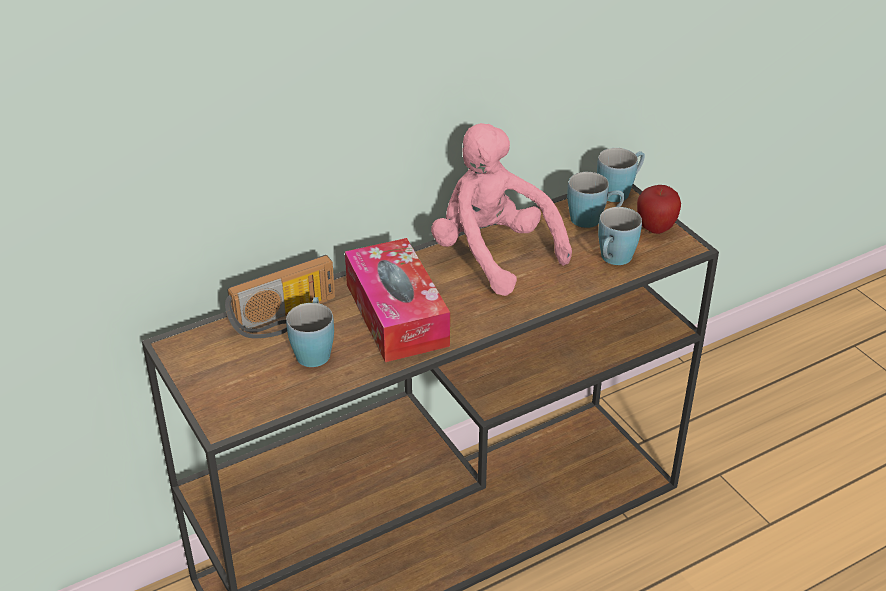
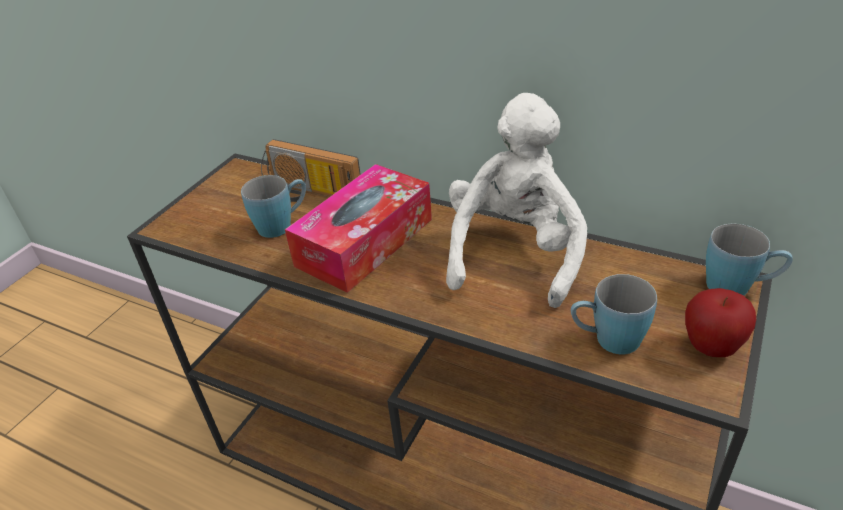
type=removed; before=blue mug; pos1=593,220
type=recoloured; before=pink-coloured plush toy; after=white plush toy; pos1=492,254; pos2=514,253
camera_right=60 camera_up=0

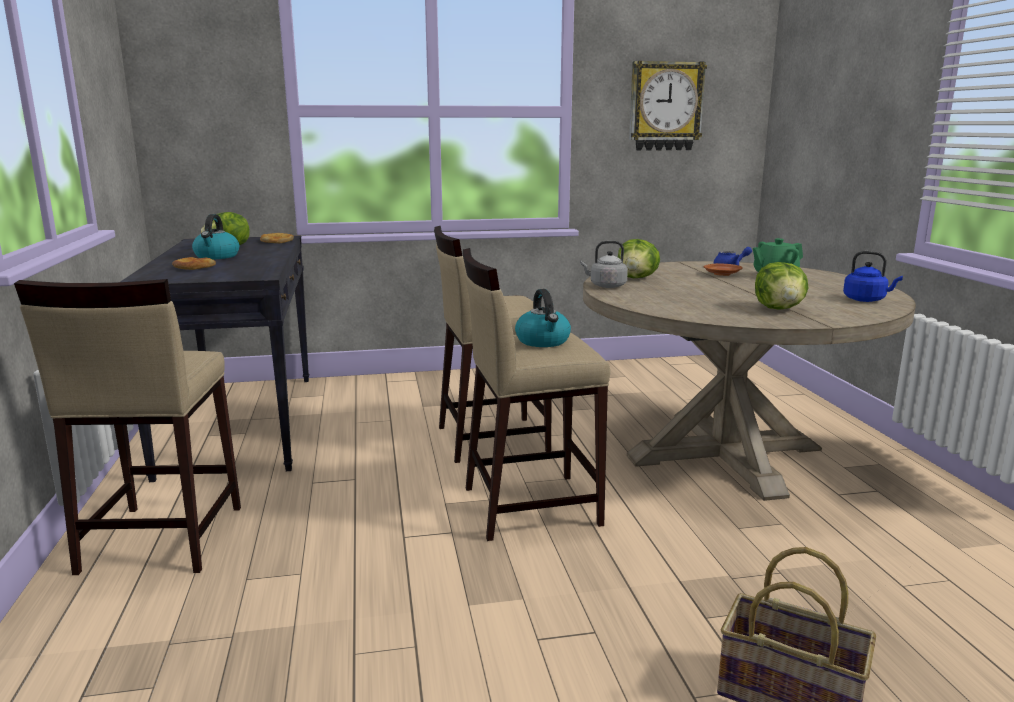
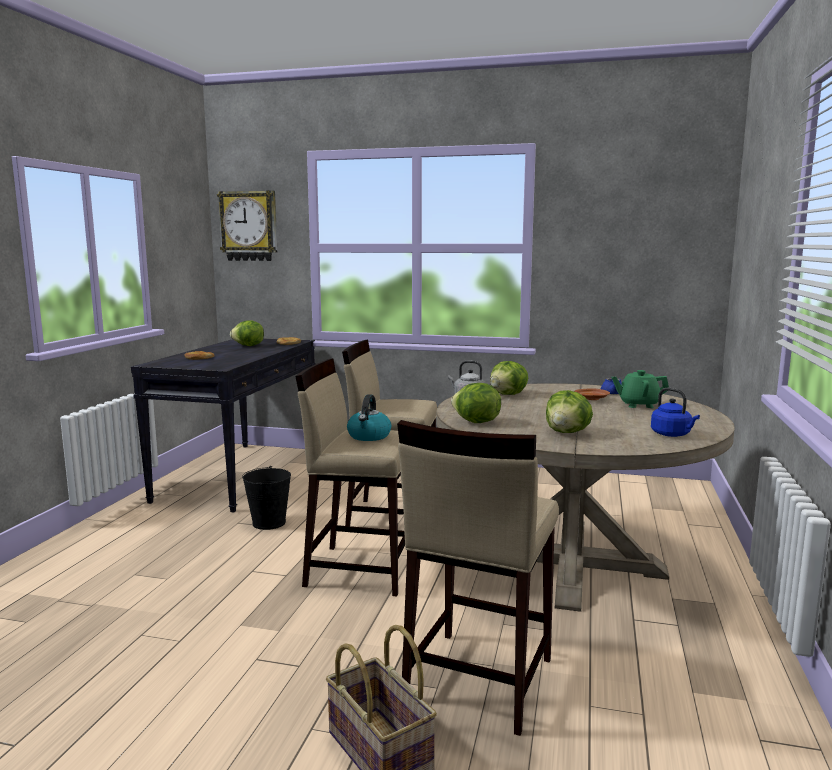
type=removed; before=tea kettle; pos1=217,256
type=added; after=black pail; pos2=269,523
type=added; after=head of lettuce; pos2=476,422
type=moved; before=beige-coloured stool seat; pos1=160,539; pos2=477,680
type=moved; before=wall clock; pos1=665,106; pos2=249,226
camera_right=25 camera_up=-5

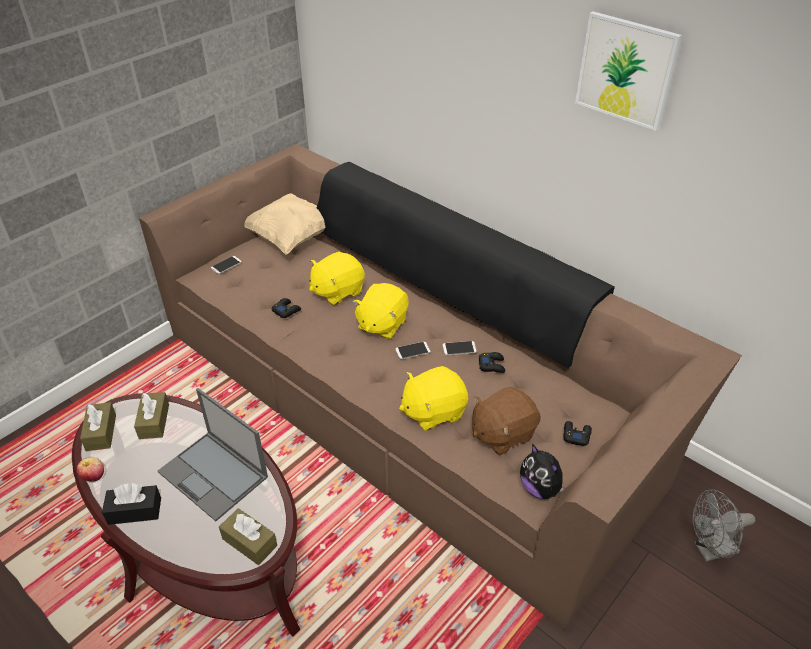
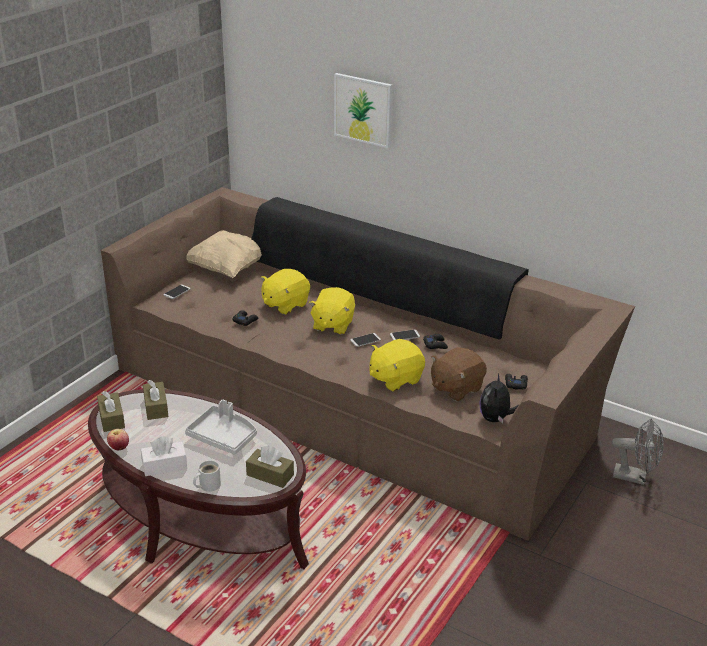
type=added; after=white mug; pos2=207,485
type=moved; before=wall picture; pos1=626,70; pos2=363,110
type=replaced; before=laptop; after=grey serving tray; pos1=214,475; pos2=223,437
type=recoloured; before=black tissue holder; after=white tissue holder; pos1=134,511; pos2=164,465
type=turned; before=plush toy; pos1=540,488; pos2=495,419; turn=60
type=turned; before=grey fan; pos1=710,550; pos2=635,477; turn=-135
camera_right=-10 camera_up=-10

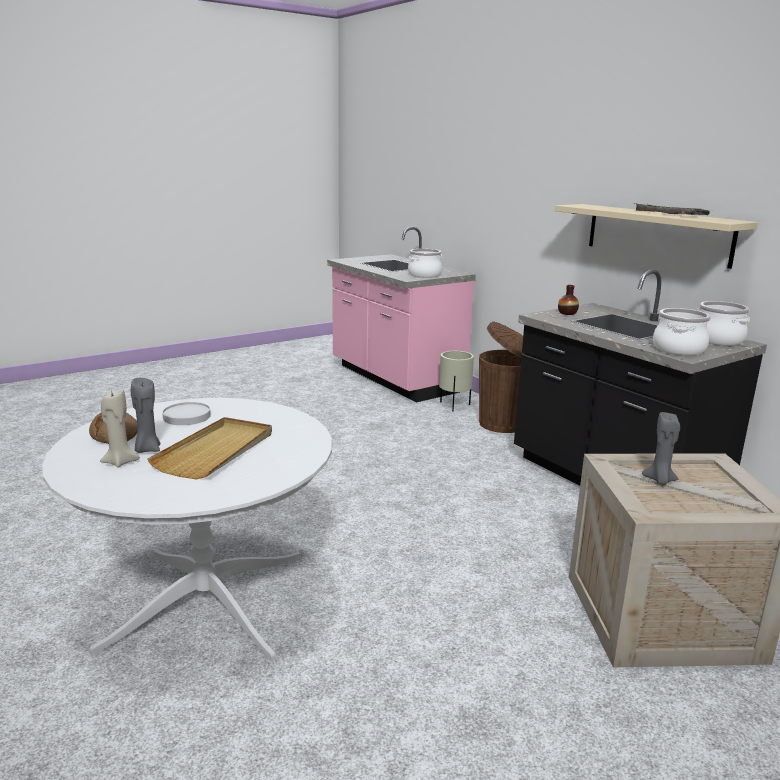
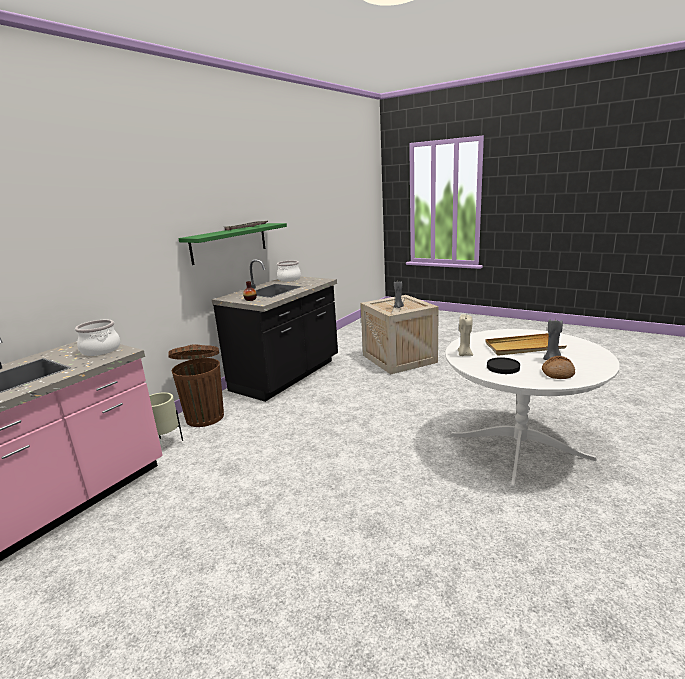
type=removed; before=cooking pot; pos1=679,349
type=moved; before=beige-coloured candle; pos1=120,462; pos2=464,354
type=recoloured; before=white flat dish; after=black flat dish; pos1=186,416; pos2=503,367
type=recoloured; before=beige-coloured shelf; after=green-coloured shelf; pos1=657,234; pos2=229,243
camera_right=-110 camera_up=0

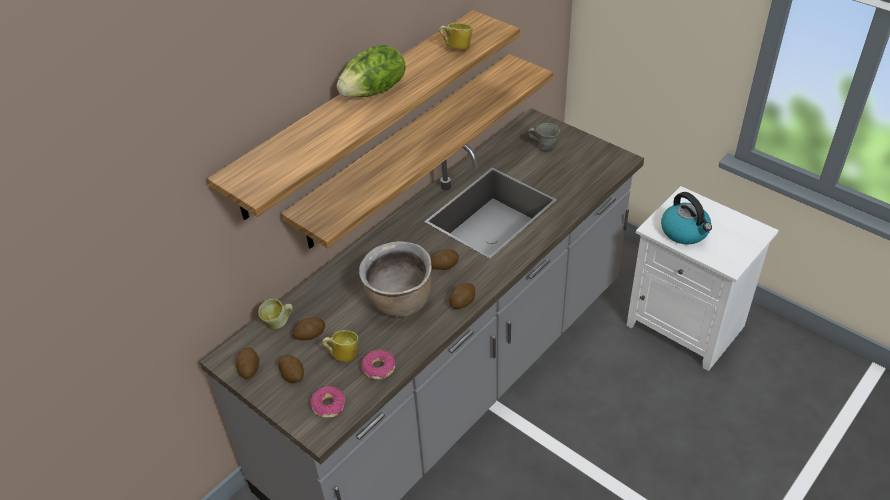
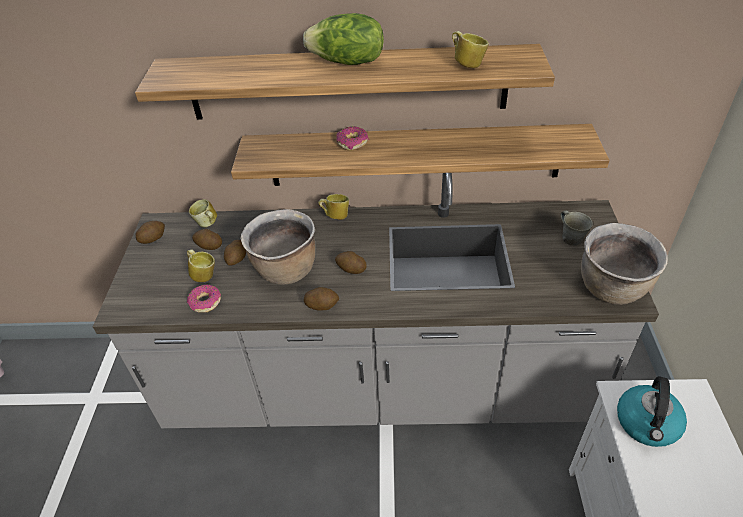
type=added; after=mug; pos2=335,216
type=added; after=brown cooking pot; pos2=612,289
type=moved; before=potato; pos1=293,375; pos2=237,259
type=moved; before=donut; pos1=329,405; pos2=352,143
camera_right=50 camera_up=0

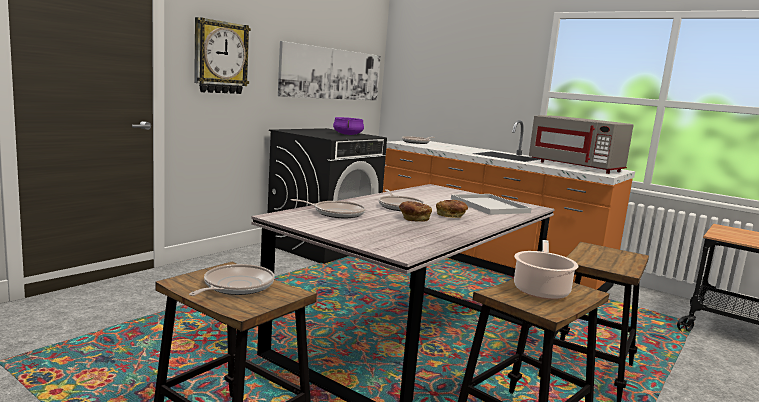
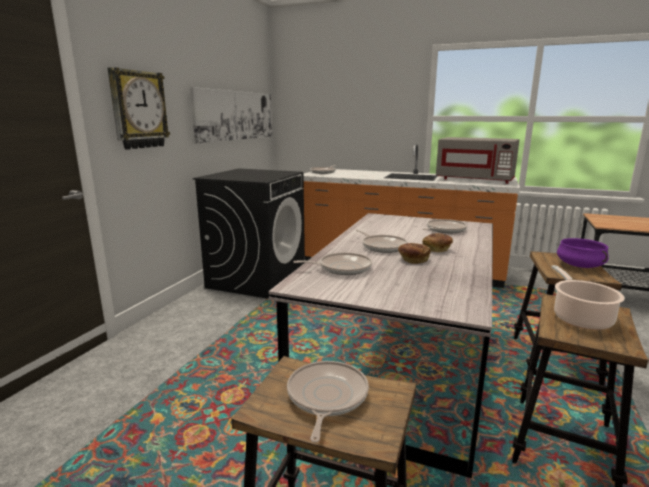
type=moved; before=purple-coloured cooking pot; pos1=348,134; pos2=580,265
type=replaced; before=white serving tray; after=frying pan; pos1=488,205; pos2=444,230
camera_right=-15 camera_up=5

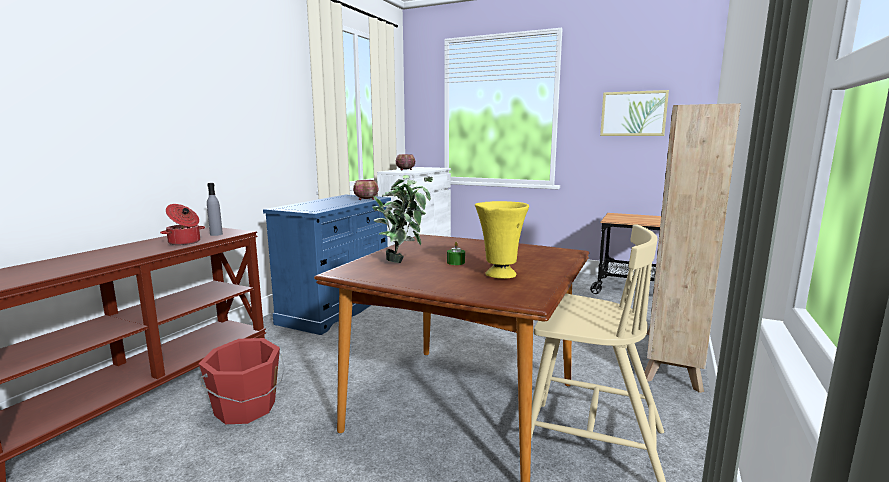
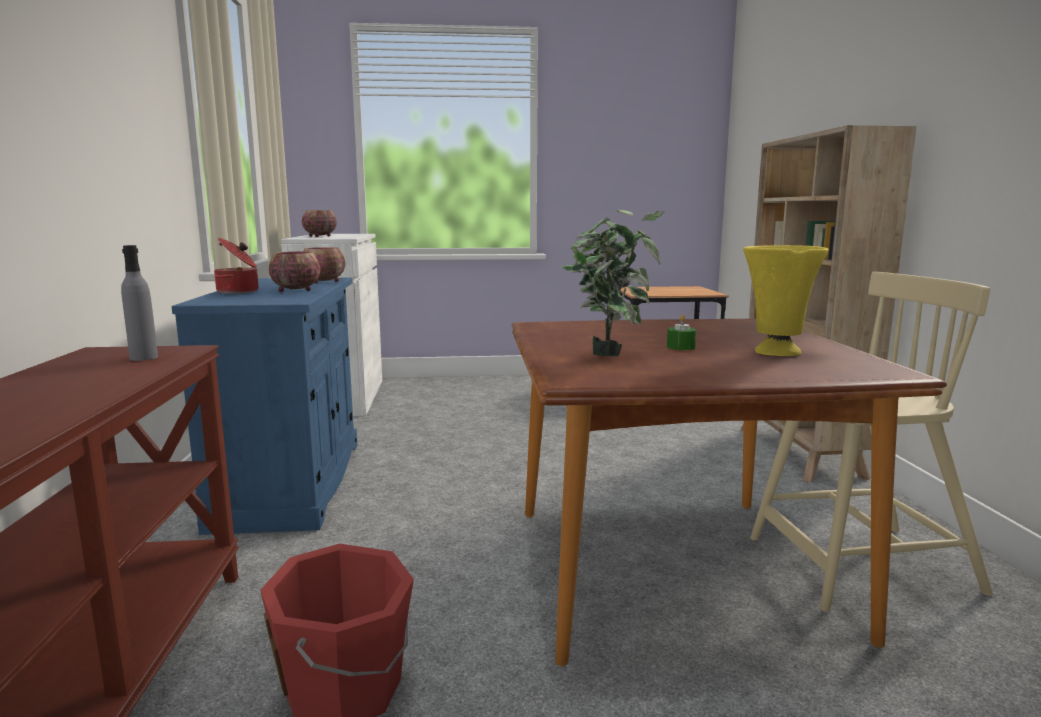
type=removed; before=wall picture; pos1=633,113
type=added; after=serving bowl; pos2=295,290
type=moved; before=cooking pot; pos1=185,242; pos2=239,291
camera_right=-30 camera_up=0

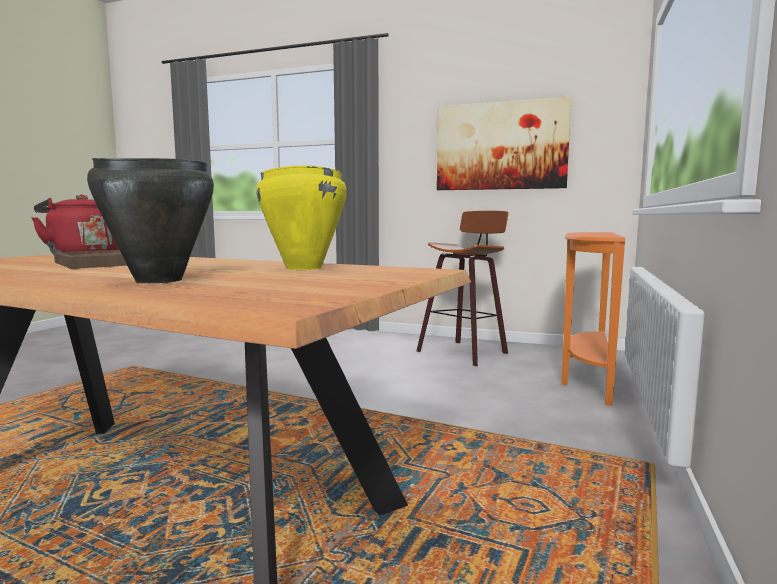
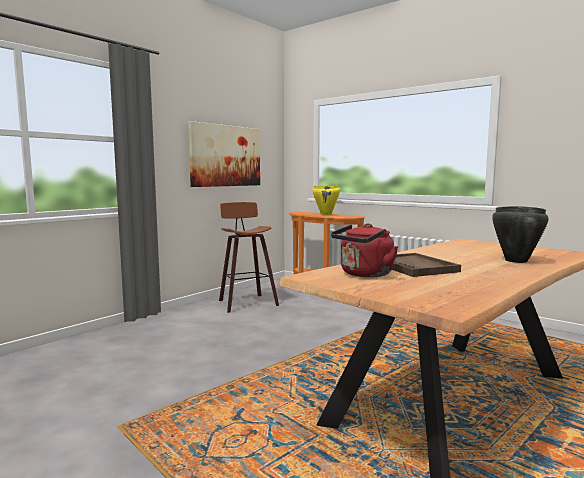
type=moved; before=yellowish cooking pot; pos1=303,268; pos2=326,214
camera_right=-70 camera_up=0

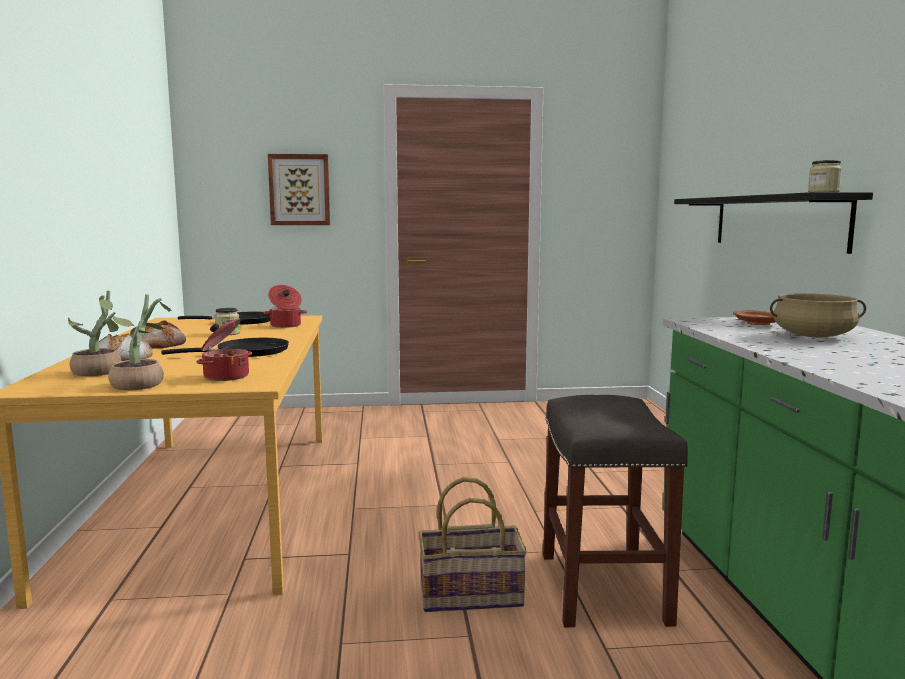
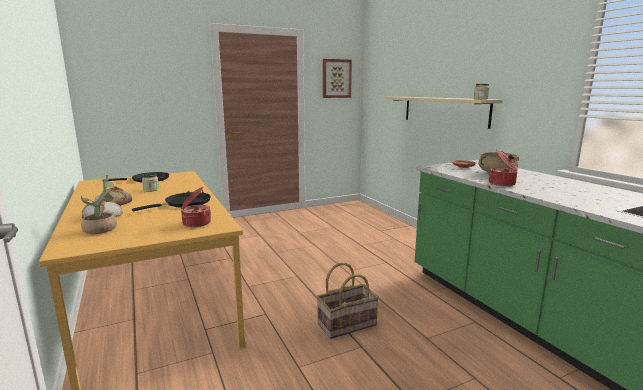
type=removed; before=potted plant; pos1=143,384
type=removed; before=grey stool seat; pos1=605,589
type=moved; before=cooking pot; pos1=285,325; pos2=502,184
type=moved; before=wall picture; pos1=299,190; pos2=336,78
type=recoloured; before=black shelf; after=beige-coloured shelf; pos1=776,222; pos2=444,110
camera_right=-20 camera_up=5

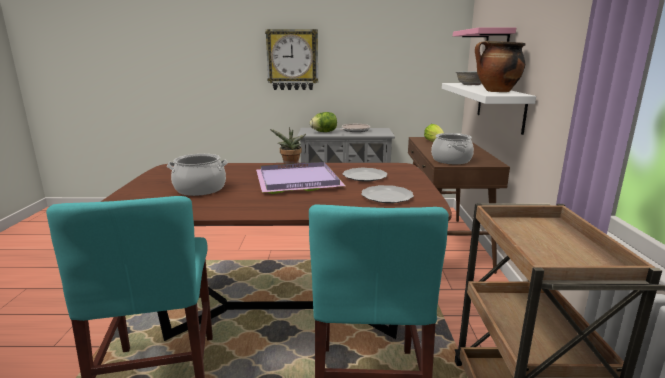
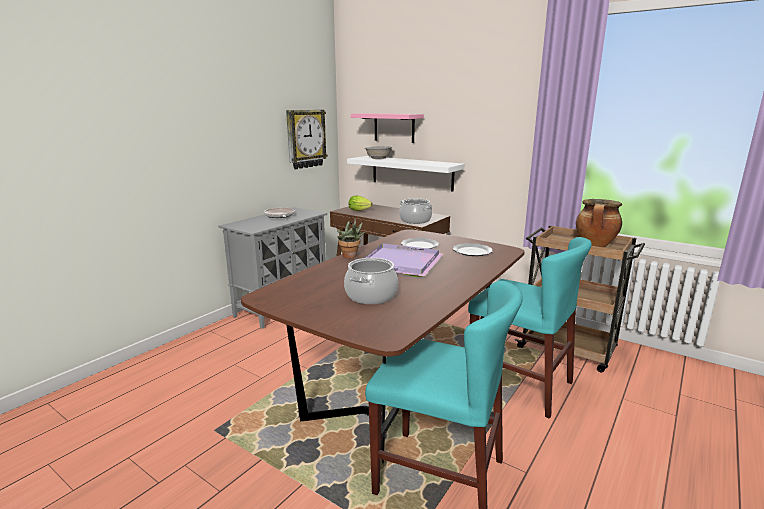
type=removed; before=head of lettuce; pos1=324,132
type=moved; before=wall clock; pos1=292,60; pos2=305,139
type=moved; before=cooking pot; pos1=496,91; pos2=595,245
camera_right=-55 camera_up=0

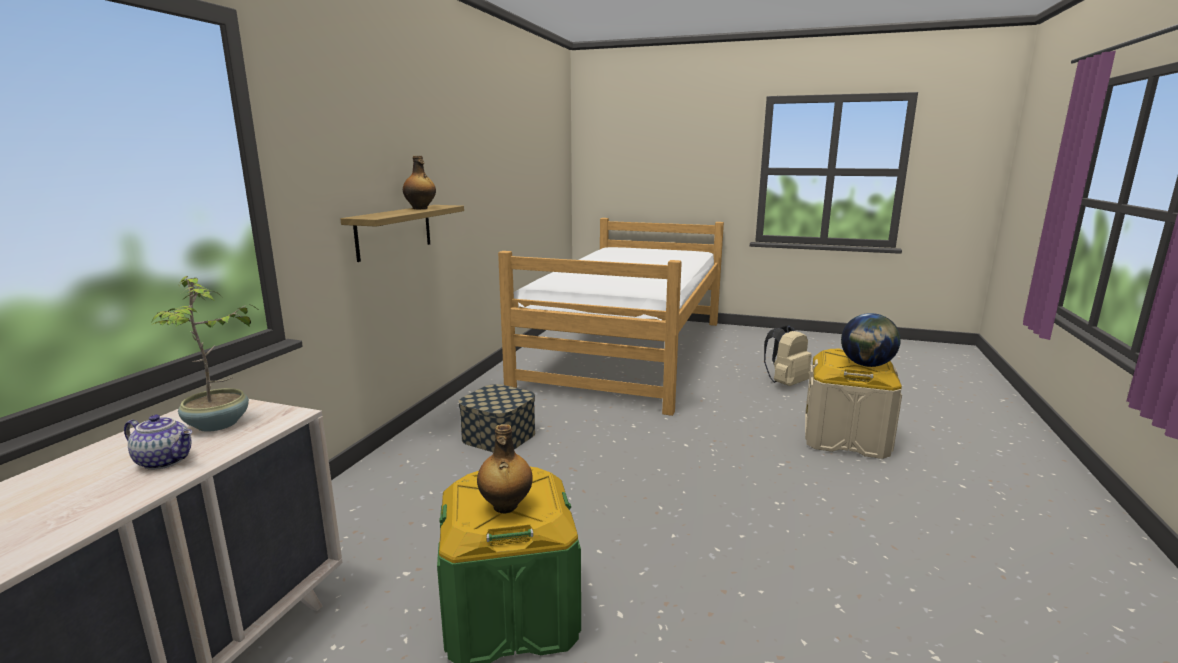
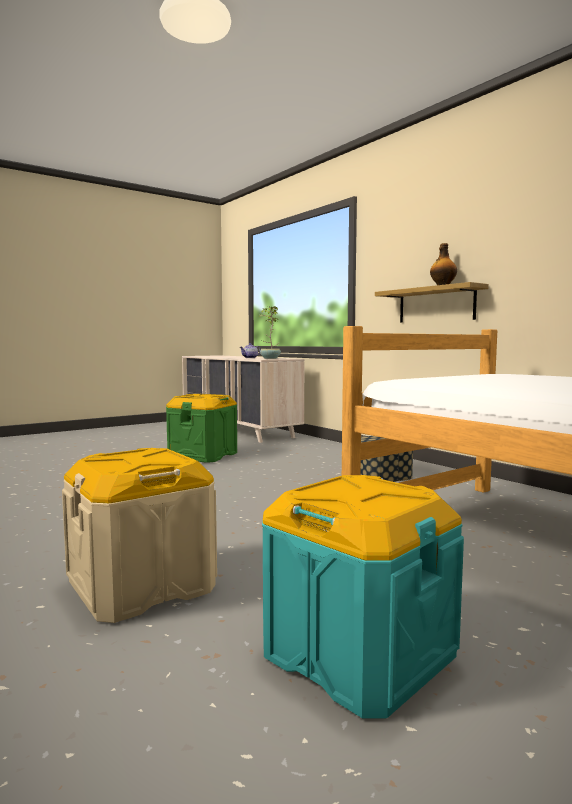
type=removed; before=beverage bottle; pos1=505,506
type=removed; before=desk globe; pos1=866,365
type=replaced; before=beige-coloured rucksack; after=blue-green storage box; pos1=785,383; pos2=359,654
camera_right=125 camera_up=-10

